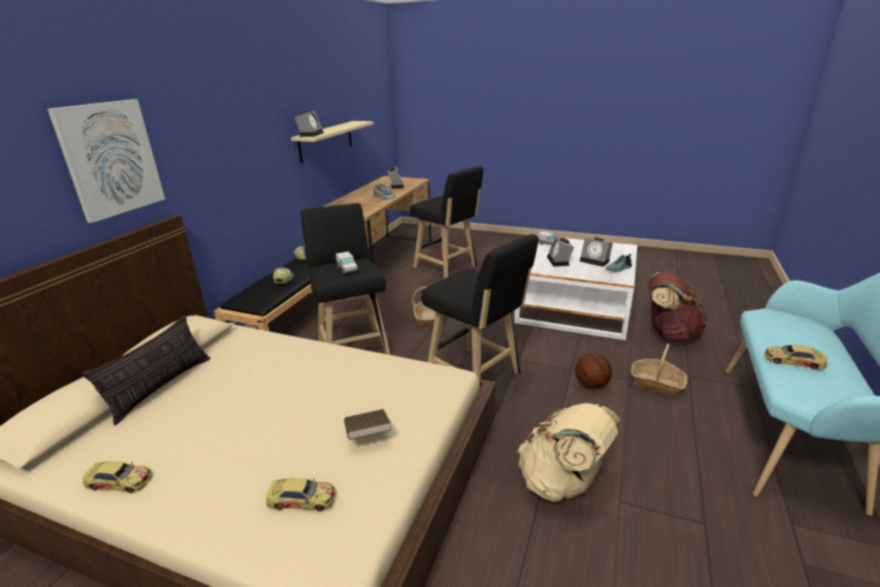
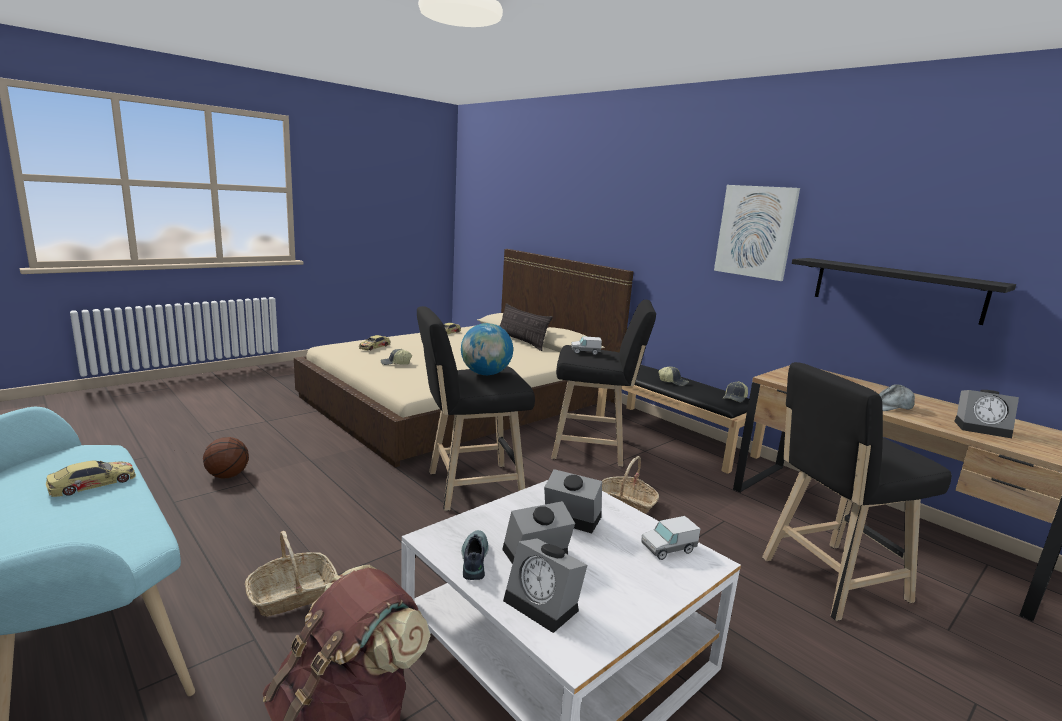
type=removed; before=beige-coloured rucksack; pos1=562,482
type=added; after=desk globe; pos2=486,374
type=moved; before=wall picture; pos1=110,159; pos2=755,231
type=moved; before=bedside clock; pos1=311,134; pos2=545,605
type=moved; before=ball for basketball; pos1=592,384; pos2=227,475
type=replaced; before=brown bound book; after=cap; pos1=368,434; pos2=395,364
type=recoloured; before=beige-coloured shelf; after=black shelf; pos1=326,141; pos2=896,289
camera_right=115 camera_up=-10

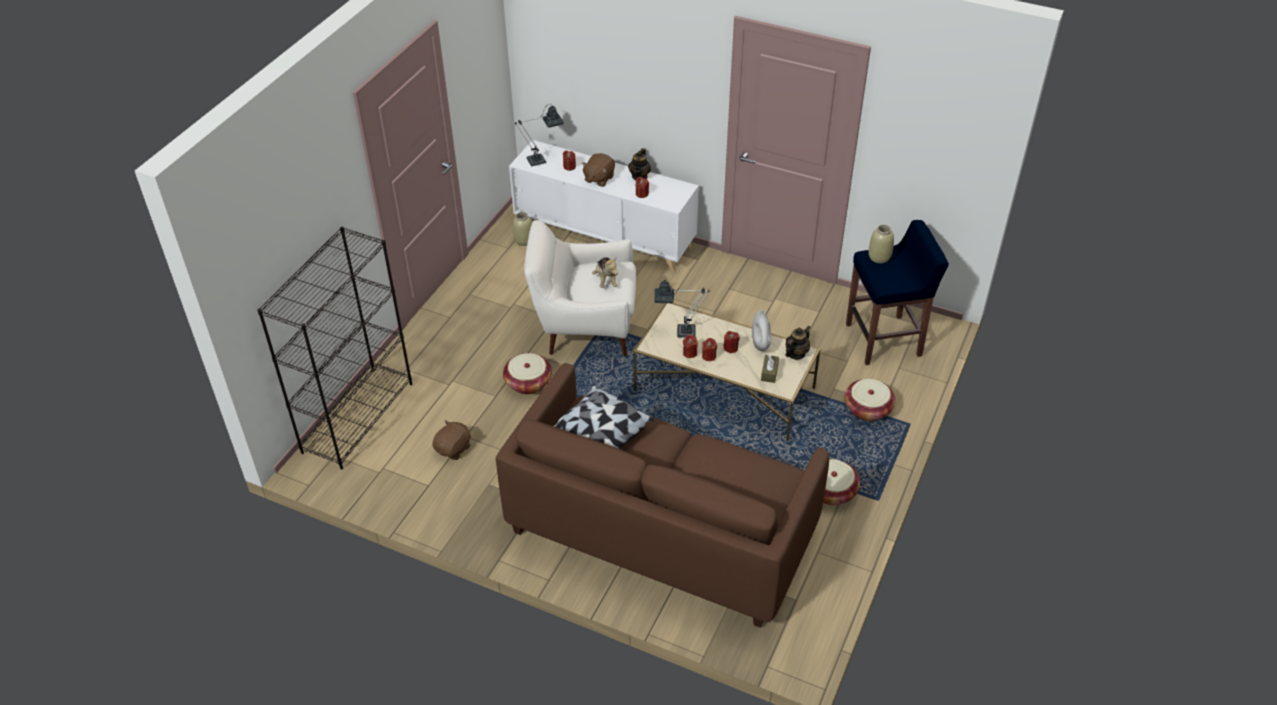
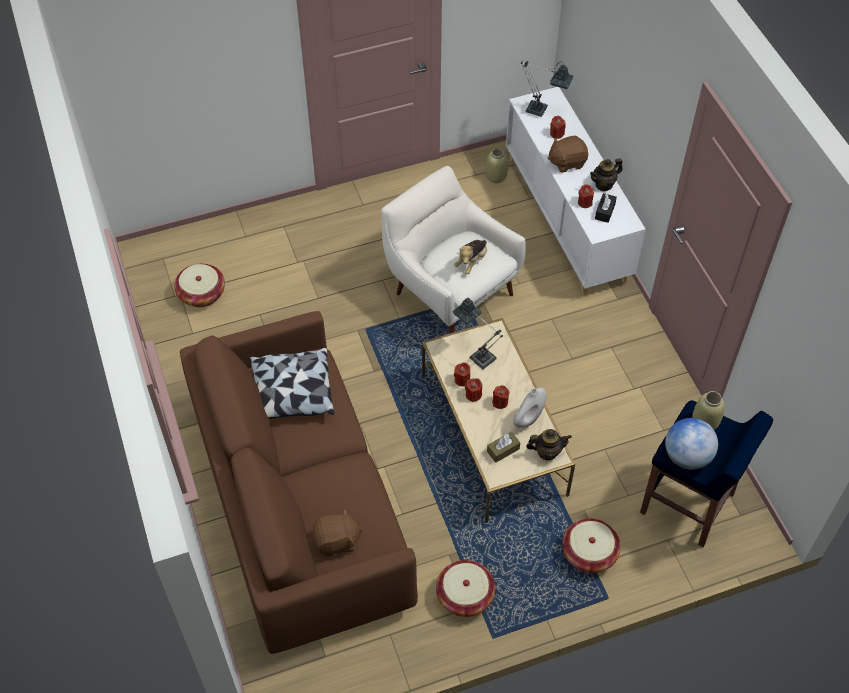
type=removed; before=black bookcase; pos1=358,417
type=added; after=black tissue holder; pos2=605,211
type=added; after=desk globe; pos2=687,456
type=moved; before=brown plush toy; pos1=454,449; pos2=337,541
type=moved; before=household basket; pos1=528,383; pos2=201,294
camera_right=45 camera_up=10

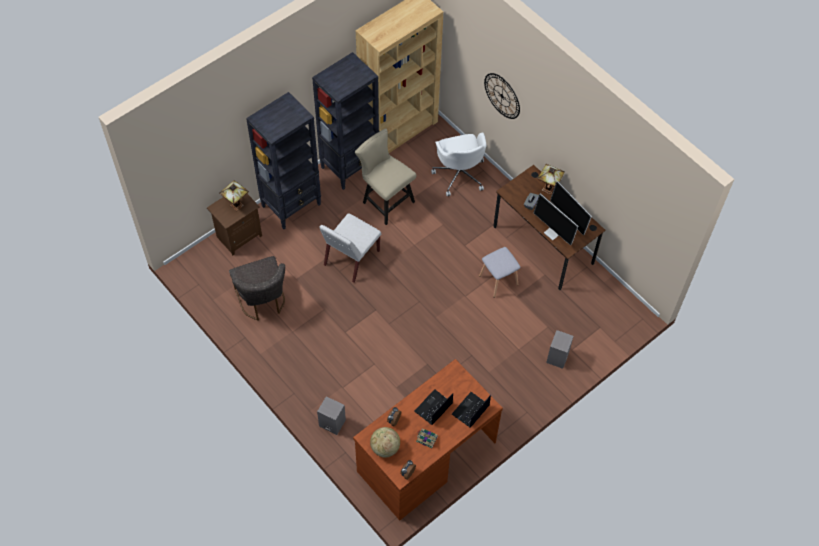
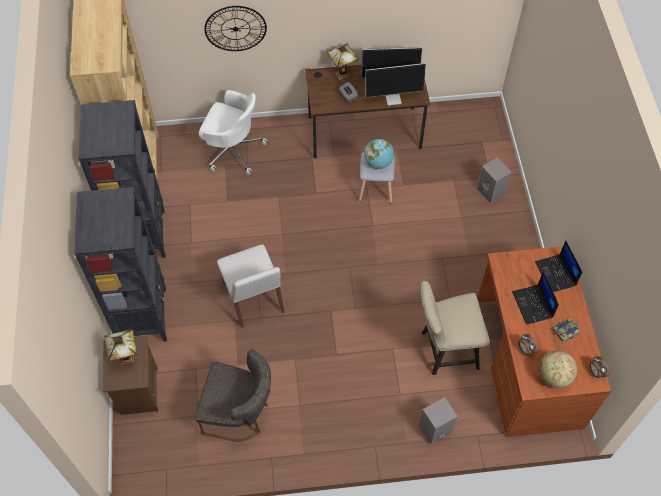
type=added; after=desk globe; pos2=378,163
type=moved; before=beige-coloured plain chair; pos1=385,200; pos2=445,350
camera_right=-55 camera_up=0

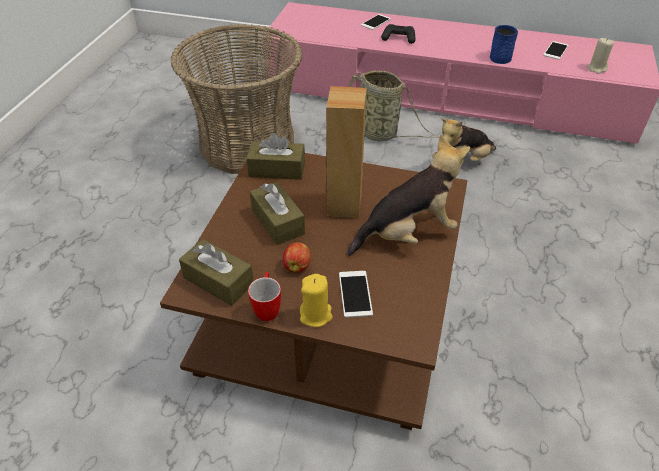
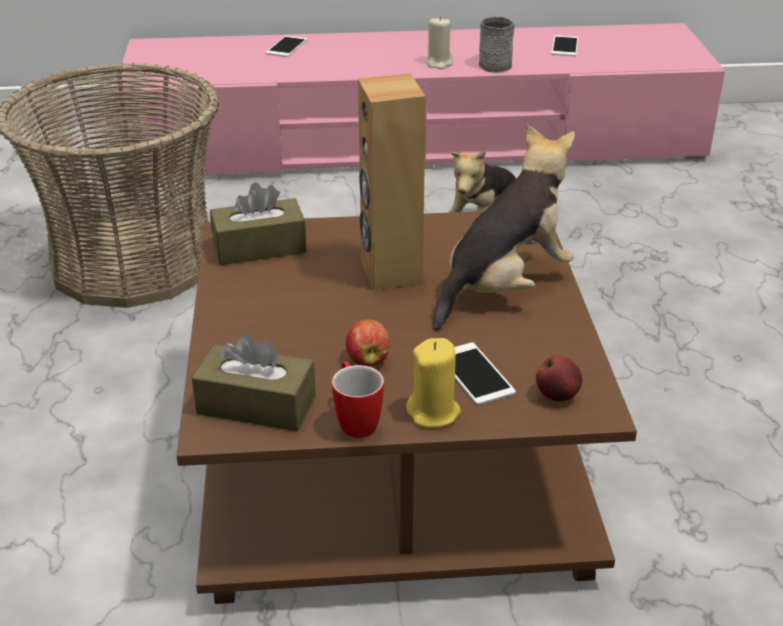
type=removed; before=brown tissue holder; pos1=278,222
type=removed; before=household basket; pos1=380,134
type=removed; before=black joypad; pos1=398,38
type=added; after=apple fruit; pos2=557,396
type=moved; before=beige-coloured candle; pos1=596,68; pos2=439,63
type=recoloured; before=blue mug; after=grey mug; pos1=499,56; pos2=493,64
camera_right=-20 camera_up=-10

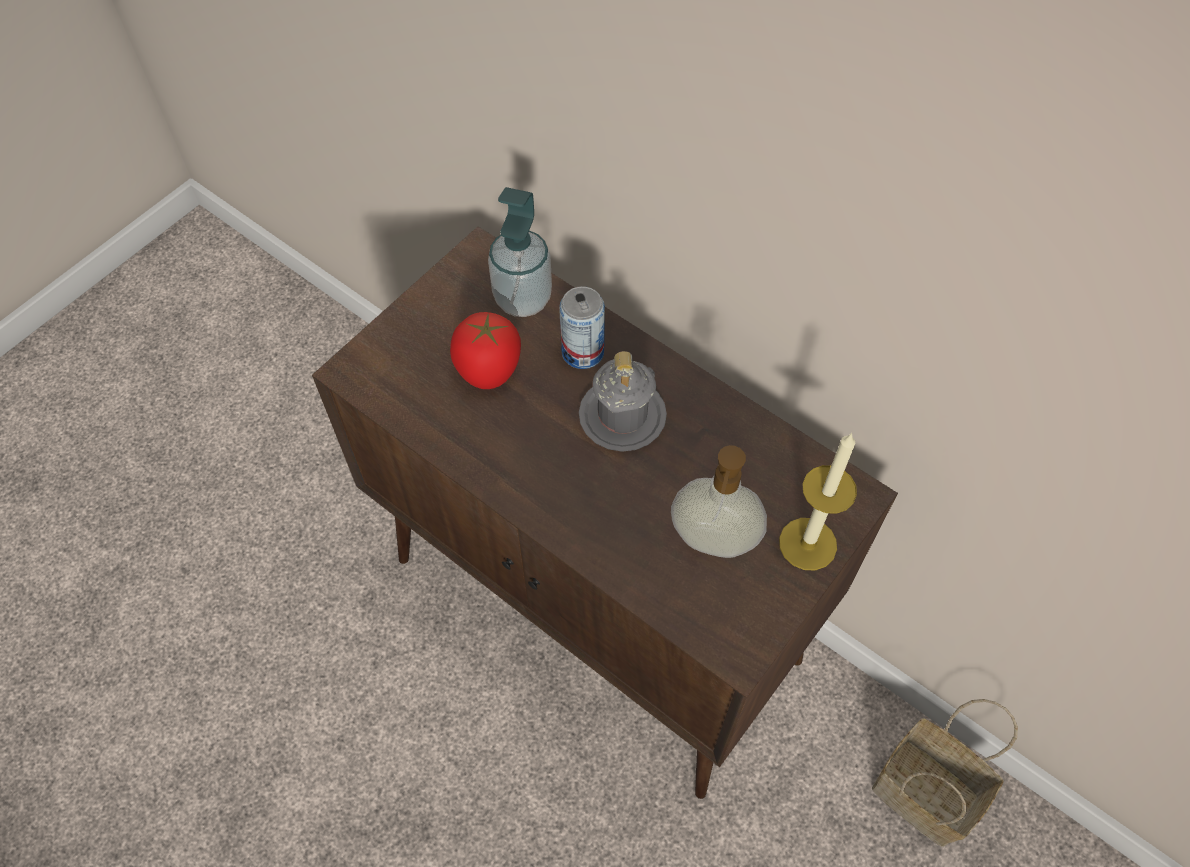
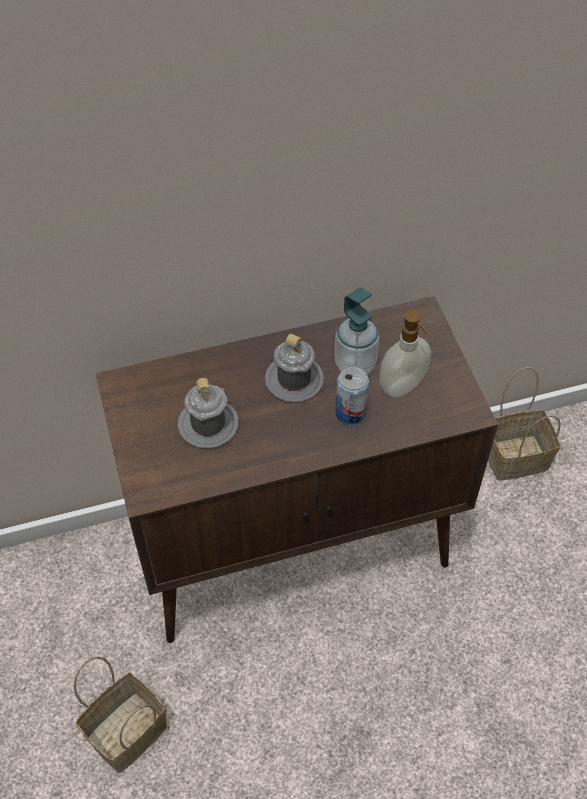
type=removed; before=candle; pos1=807,544
type=added; after=household basket; pos2=126,735
type=moved; before=liquid soap bottle; pos1=523,299; pos2=355,365
type=moved; before=metal can; pos1=582,352; pos2=350,412
type=replaced; before=fresh tomato; after=grey mug; pos1=488,370; pos2=208,425
camera_right=-55 camera_up=-5

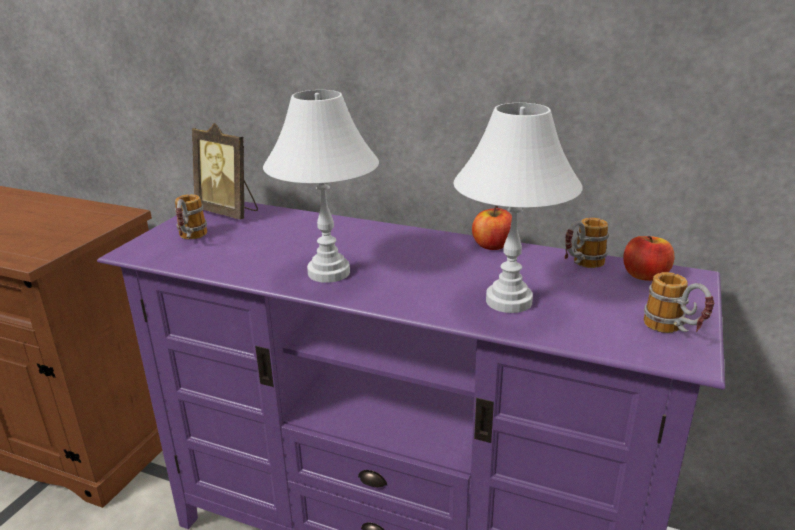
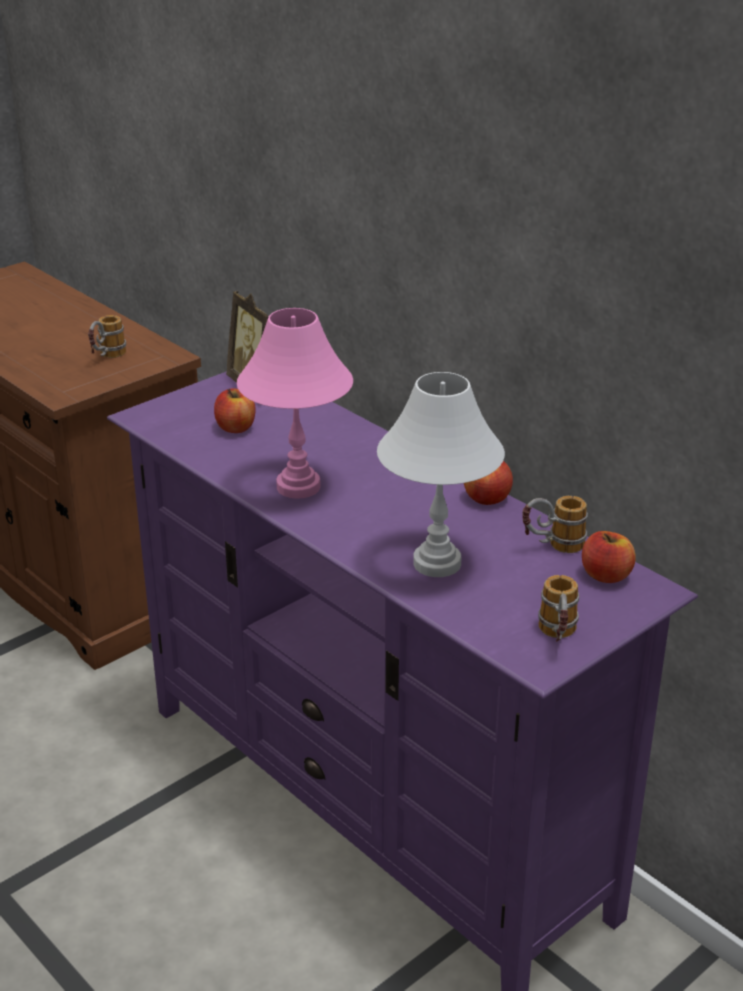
type=added; after=apple fruit; pos2=235,428
type=moved; before=mug; pos1=190,239; pos2=107,357
type=recoloured; before=white tabletop lamp; after=pink-coloured tabletop lamp; pos1=329,272; pos2=299,486
camera_right=25 camera_up=5

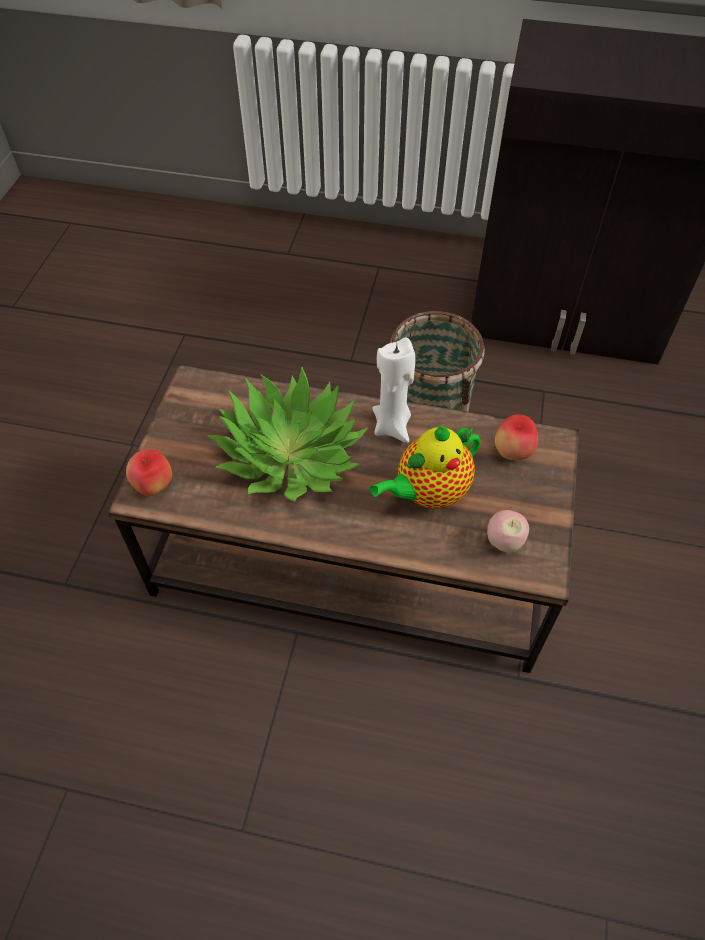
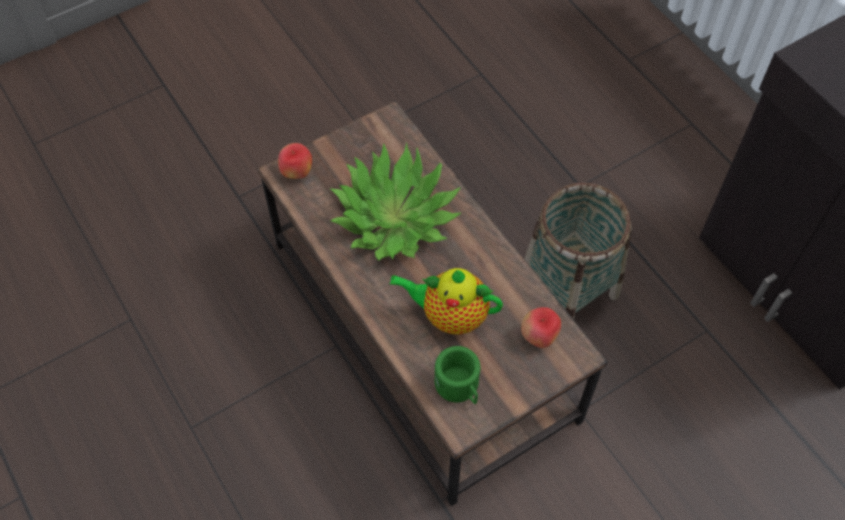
type=removed; before=white candle; pos1=392,426
type=replaced; before=apple fruit; after=green-coloured mug; pos1=504,542; pos2=459,387
camera_right=45 camera_up=5

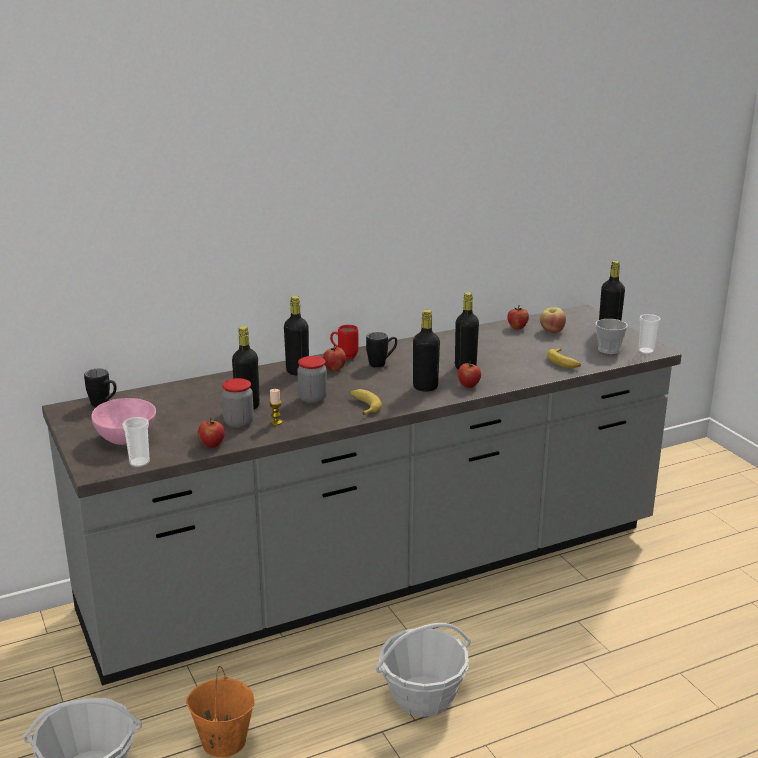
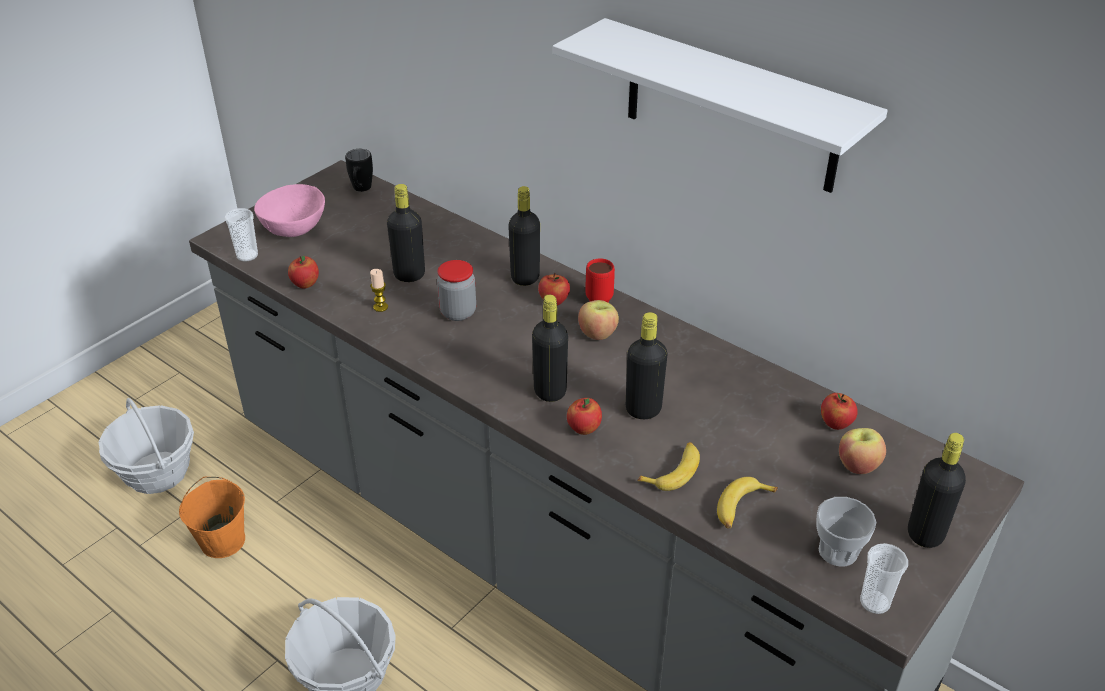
type=removed; before=preserve jar; pos1=239,423
type=added; after=white shelf; pos2=731,107
type=moved; before=banana fruit; pos1=363,406; pos2=673,471
type=replaced; before=black mug; after=apple fruit; pos1=382,363; pos2=598,333
camera_right=65 camera_up=15

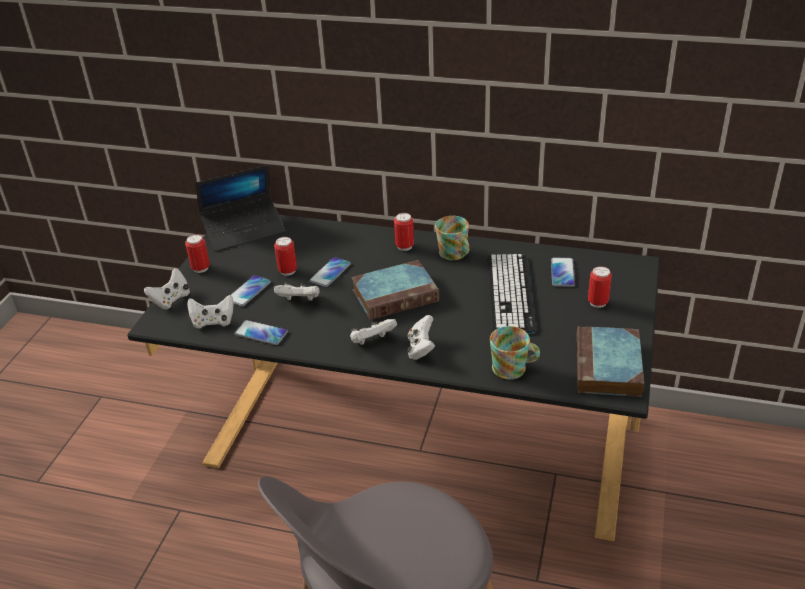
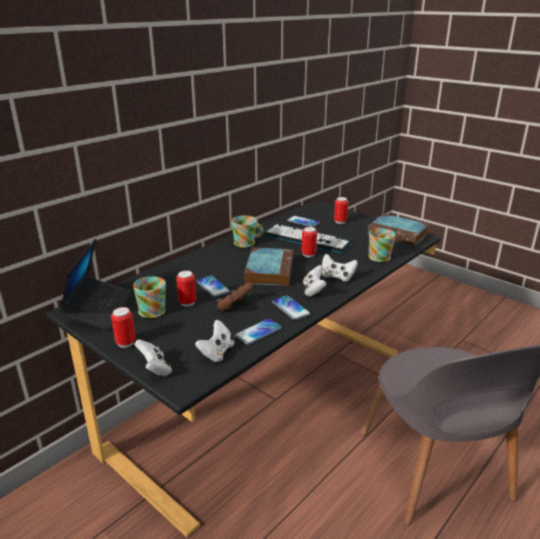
type=added; after=mug; pos2=150,310
type=moved; before=handset; pos1=248,291; pos2=290,308
type=moved; before=metal can; pos1=404,246; pos2=308,254
type=recoloured; before=white joypad; after=brown joypad; pos1=299,301; pos2=234,306
camera_right=-65 camera_up=-10

